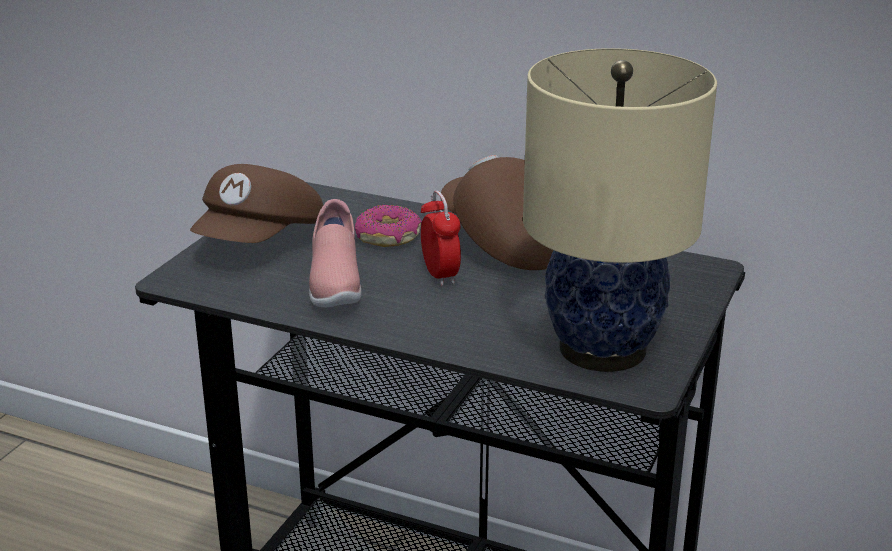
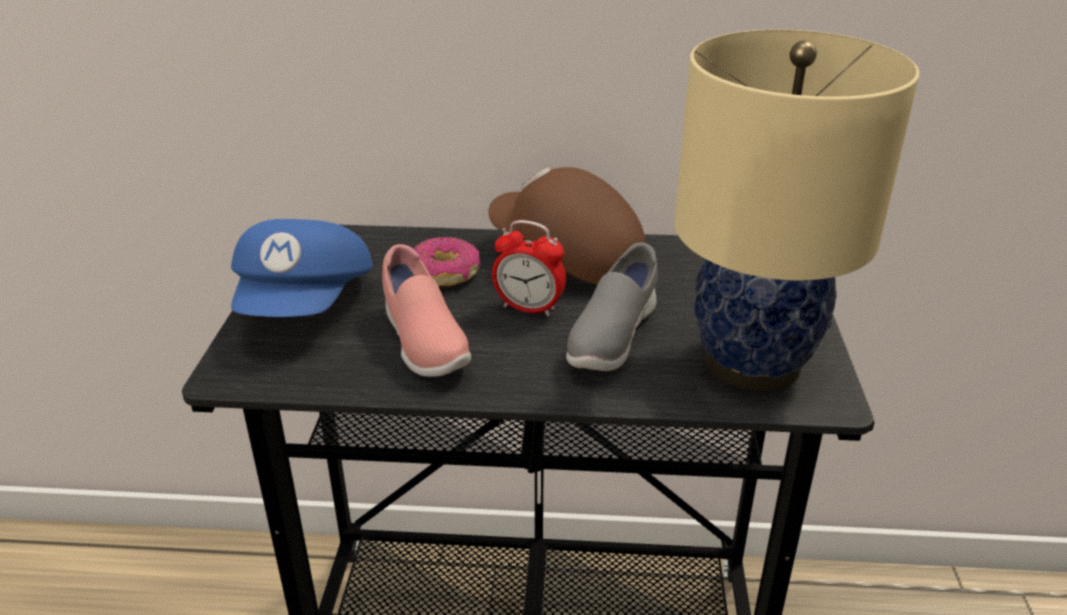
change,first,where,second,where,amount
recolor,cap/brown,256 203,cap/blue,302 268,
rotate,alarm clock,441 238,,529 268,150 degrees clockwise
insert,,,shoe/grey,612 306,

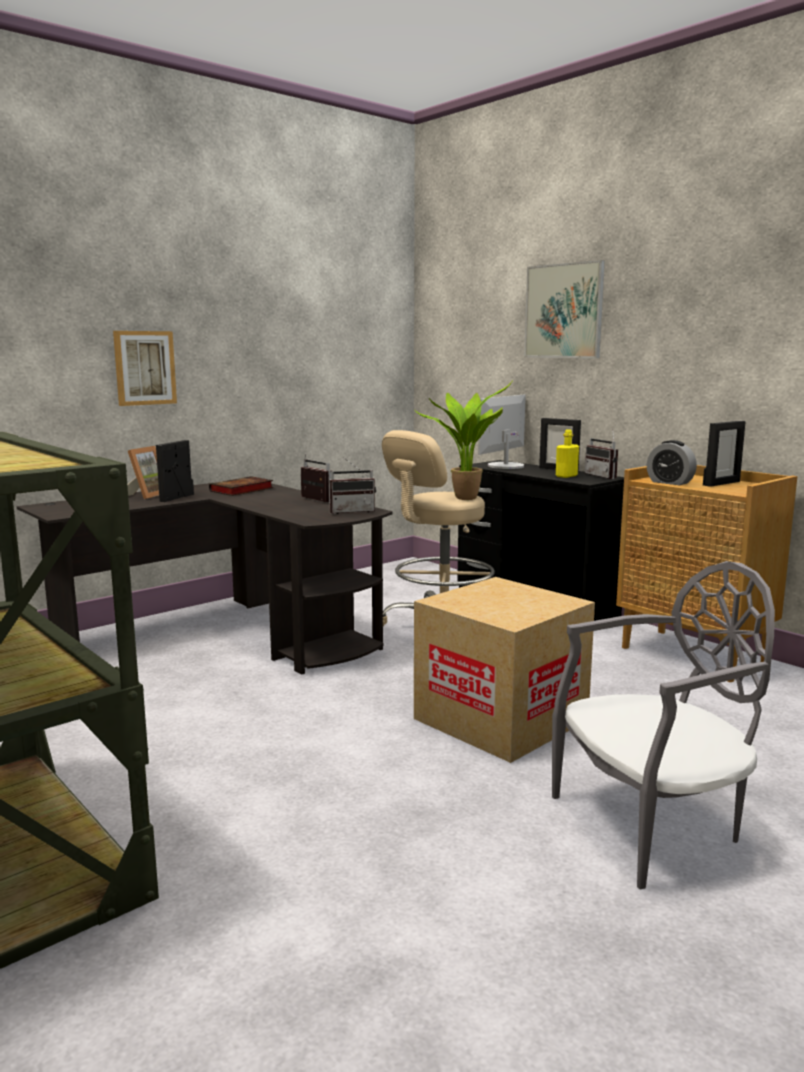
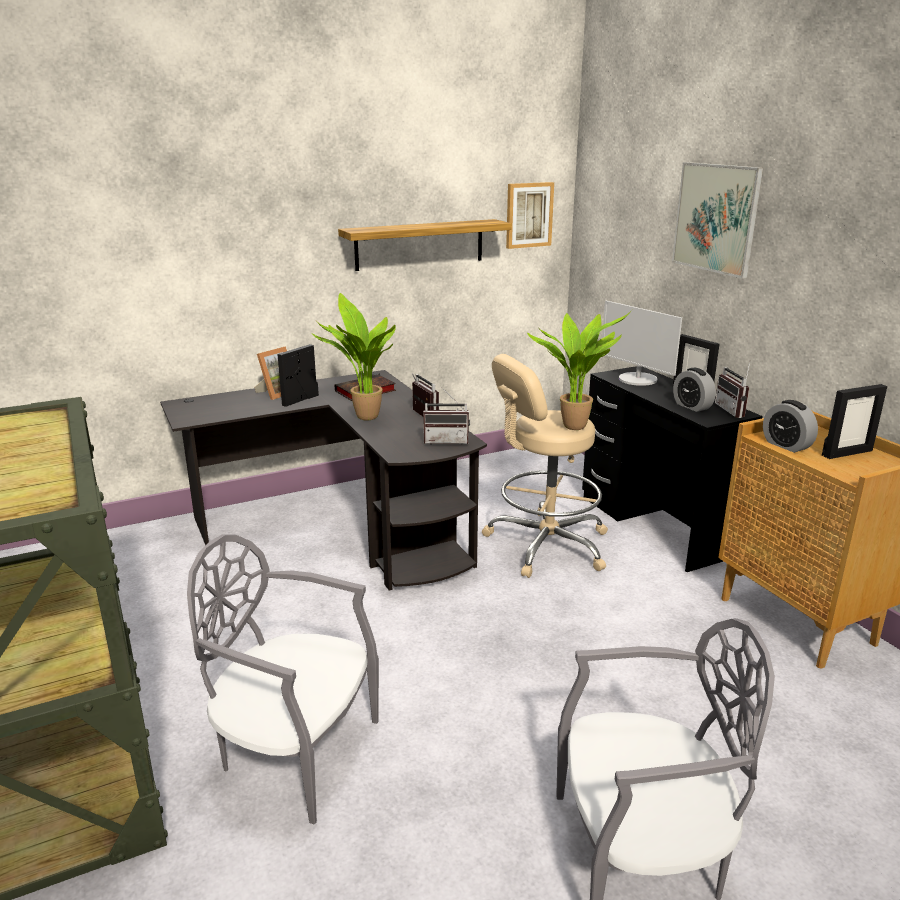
change,first,where,second,where,amount
move,picture,145 368,,530 215,
delete,cardboard box,504 670,,,
rotate,monitor,502 431,,642 343,90 degrees counterclockwise
replace,bottle/yellow,567 453,alarm clock,694 390,
insert,,,chair/grey,283 679,
insert,,,potted plant,354 356,
insert,,,shelf,425 245,

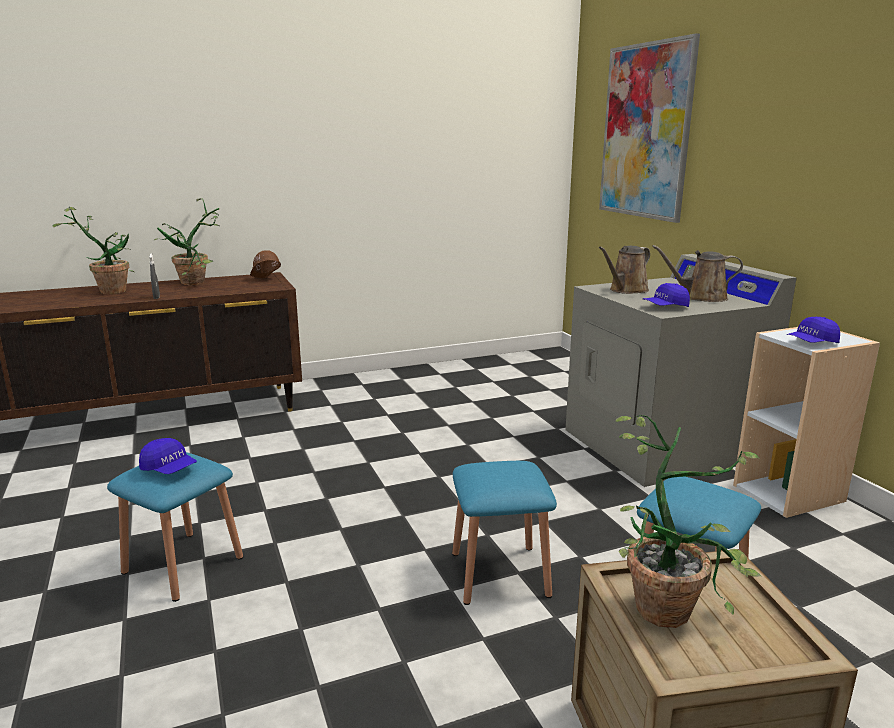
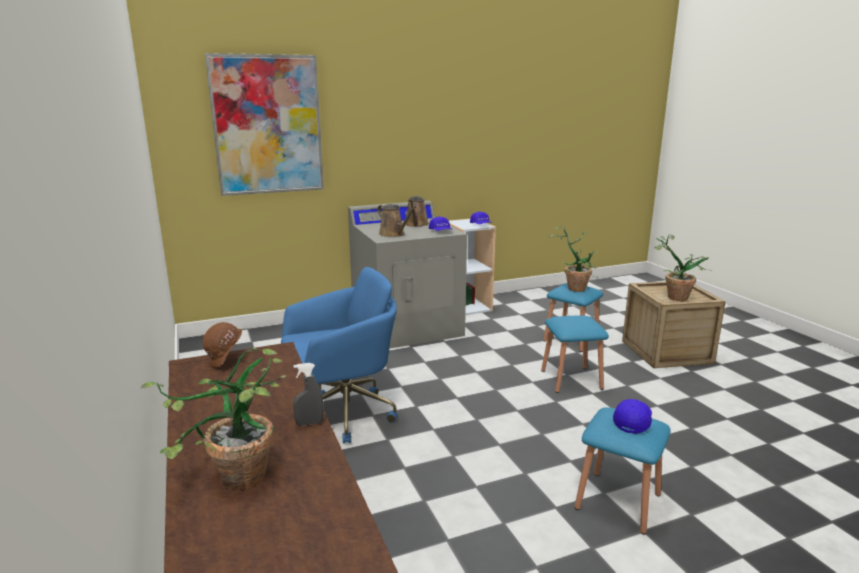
change,first,where,second,where,amount
move,potted plant,187 241,,574 259,
insert,,,office chair/blue,339 355,

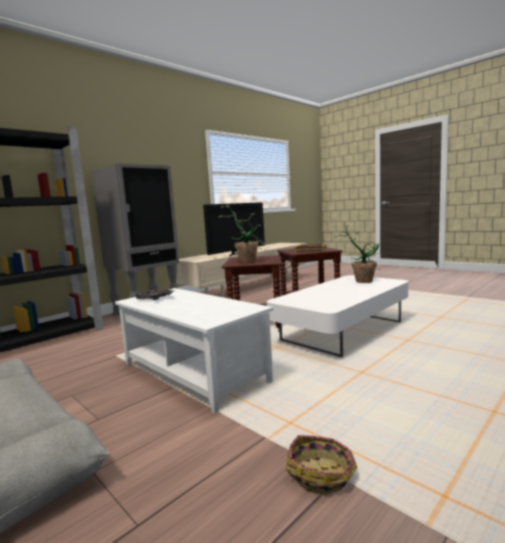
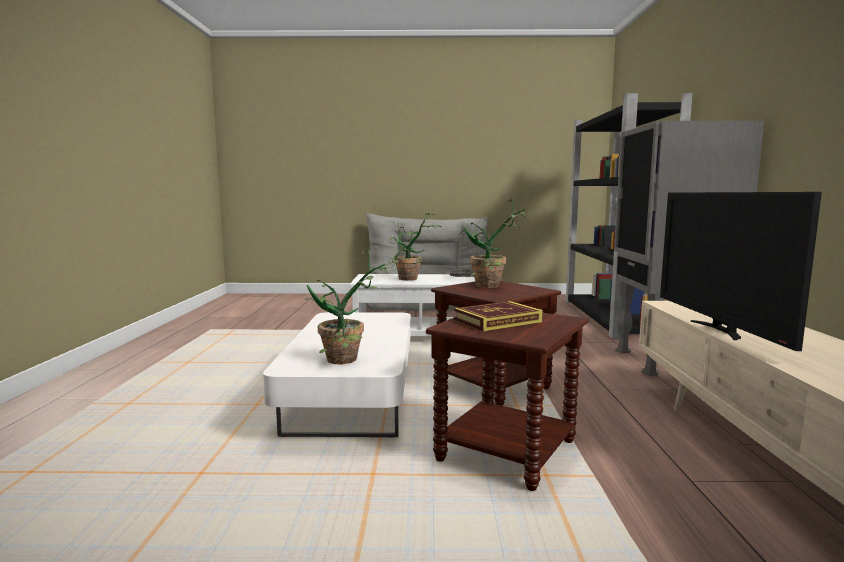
change,first,where,second,where,amount
delete,basket,321 465,,,
insert,,,potted plant,413 247,

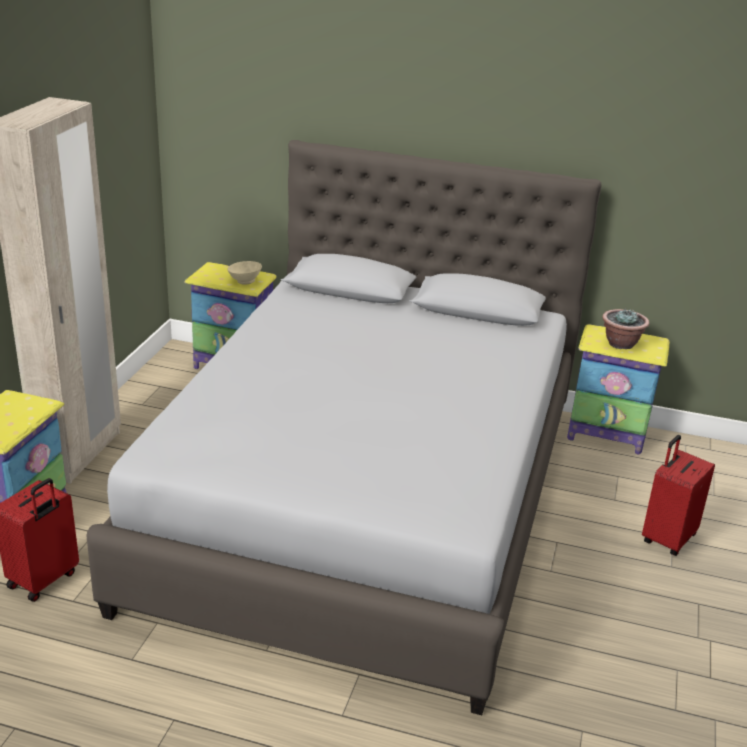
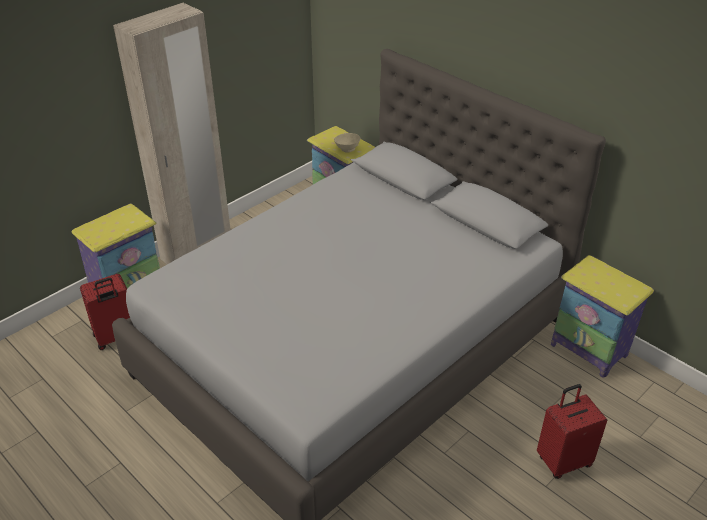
change,first,where,second,where,amount
delete,potted plant,625 328,,,

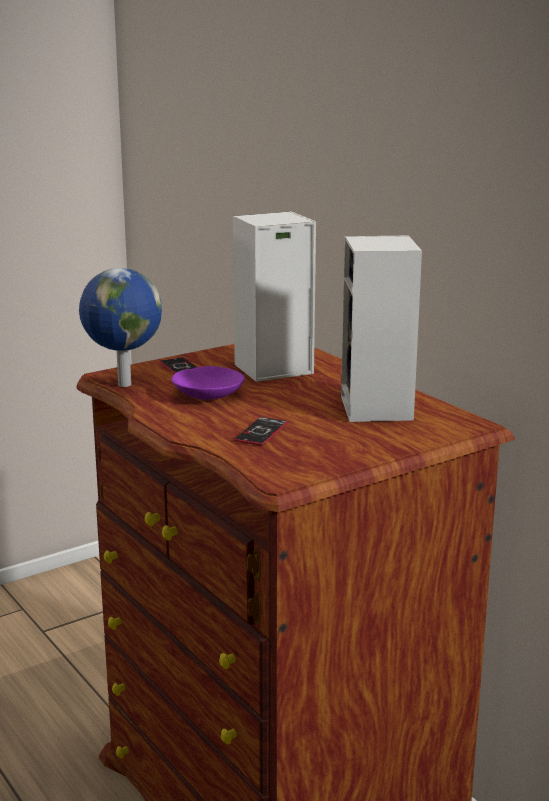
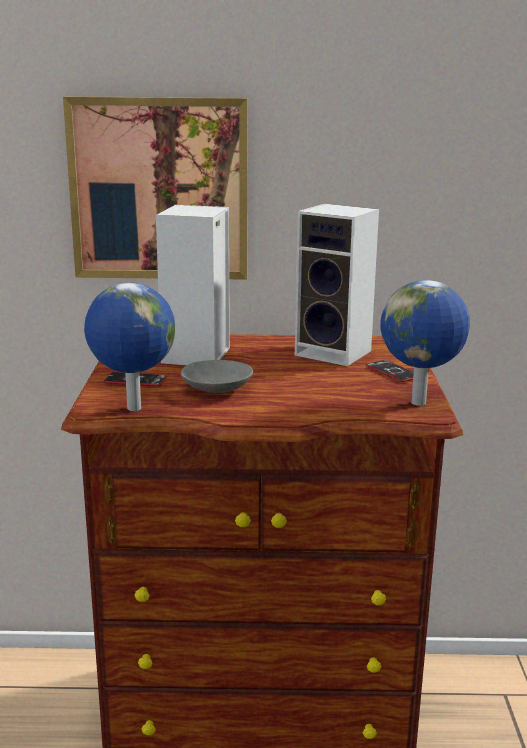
change,first,where,second,where,amount
recolor,bowl/purple,208 383,bowl/grey,217 376,
move,phone,261 431,,390 371,
insert,,,picture,155 188,
insert,,,globe,425 343,

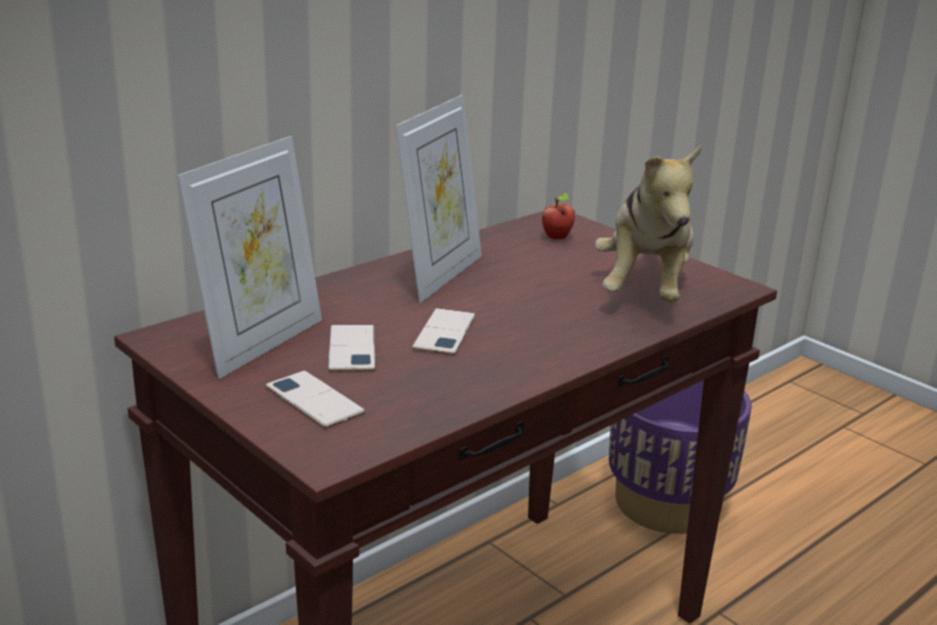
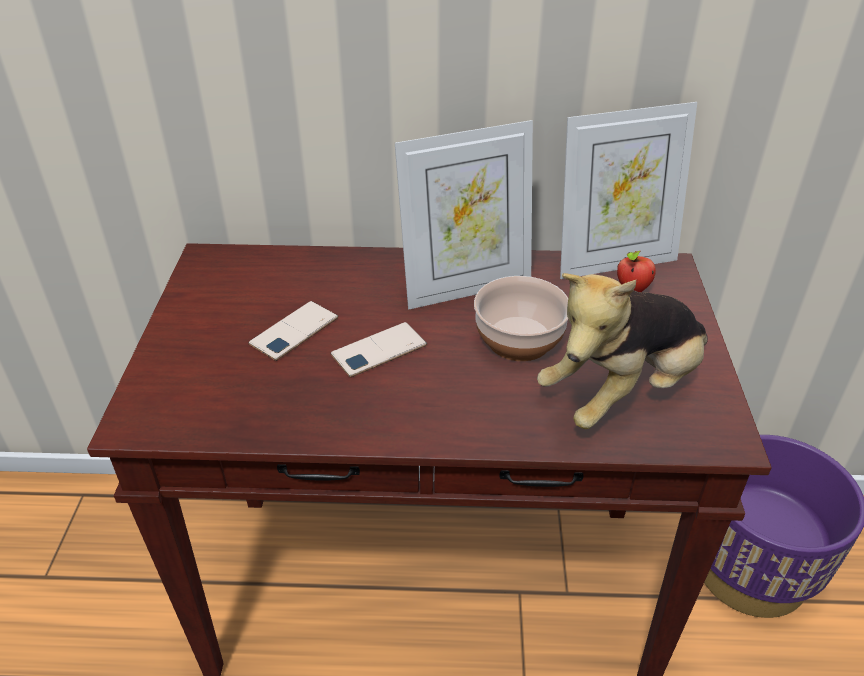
change,first,where,second,where,amount
move,picture frame,249 257,,628 190,
delete,phone,315 400,,,
insert,,,bowl,521 318,

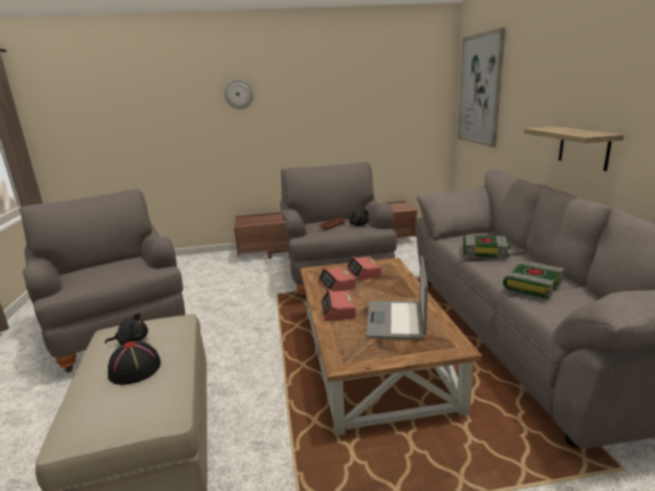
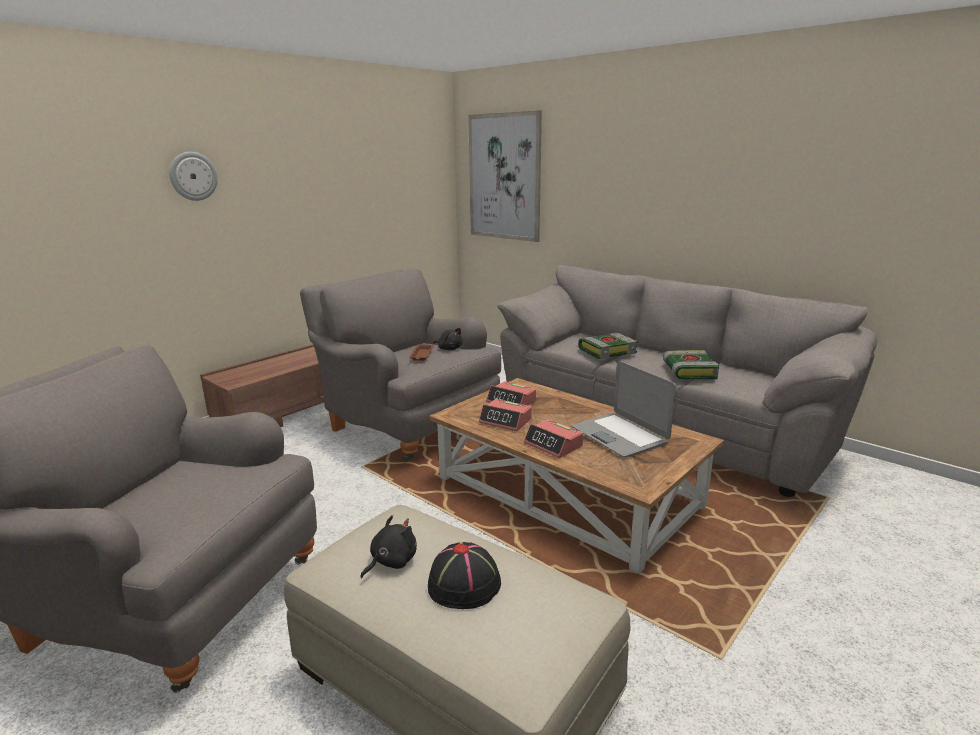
change,first,where,second,where,amount
delete,shelf,574 148,,,

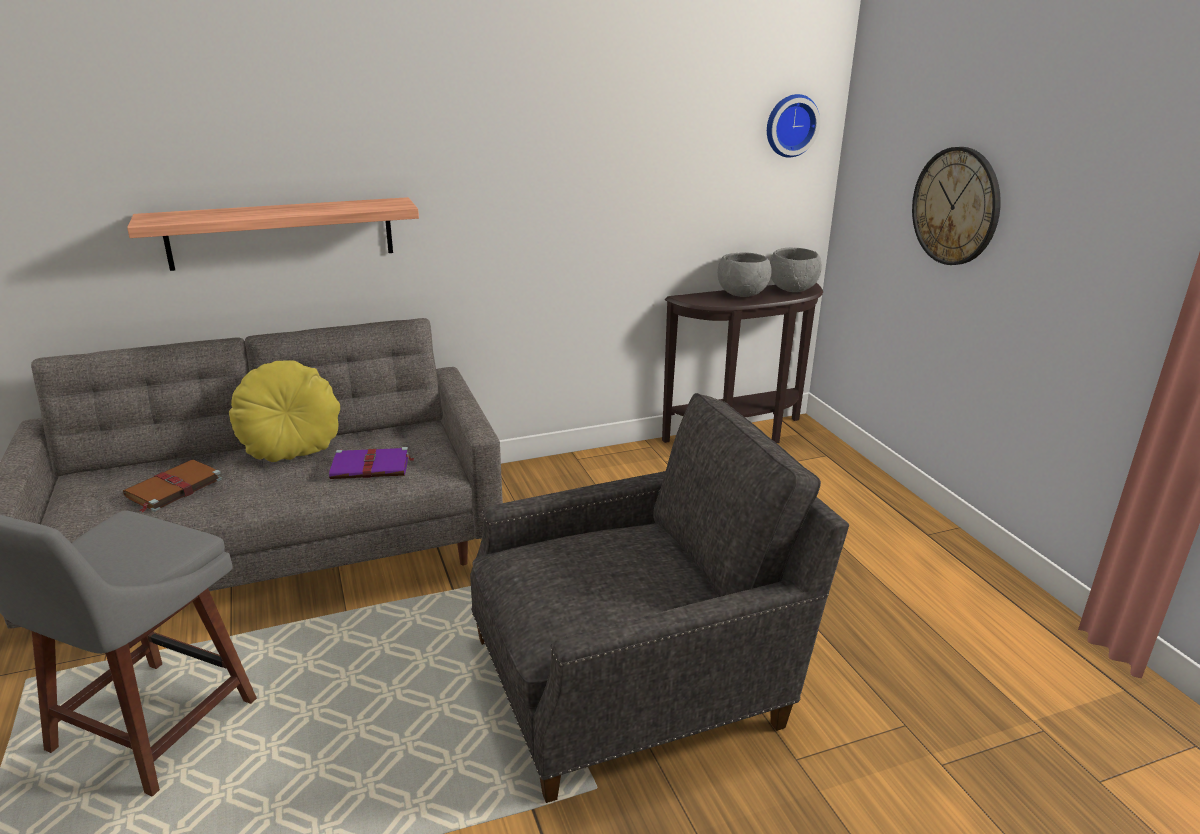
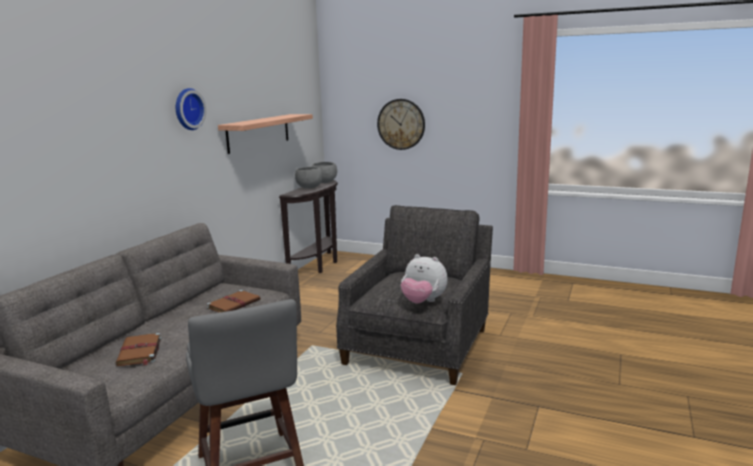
change,first,where,second,where,amount
move,shelf,273 234,,265 134,
delete,pillow/yellow,284 411,,,
recolor,book/purple,371 463,book/brown,233 301,
move,wall clock,793 126,,191 109,
insert,,,plush toy,424 278,

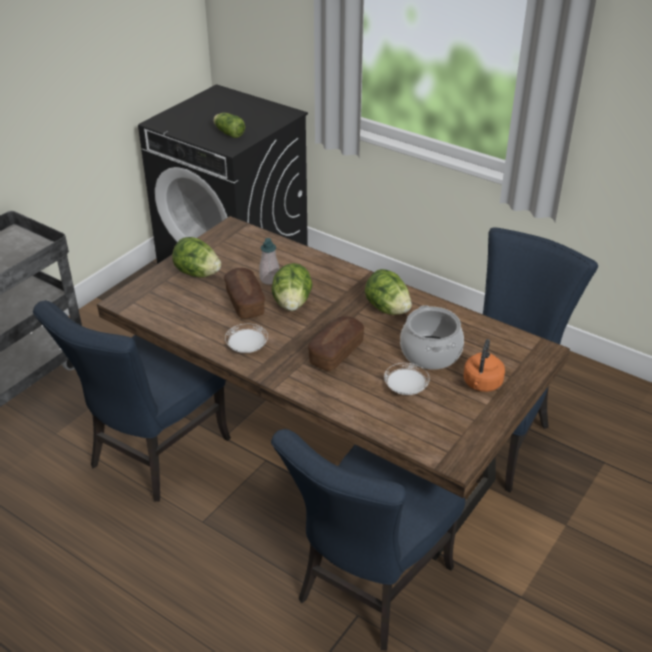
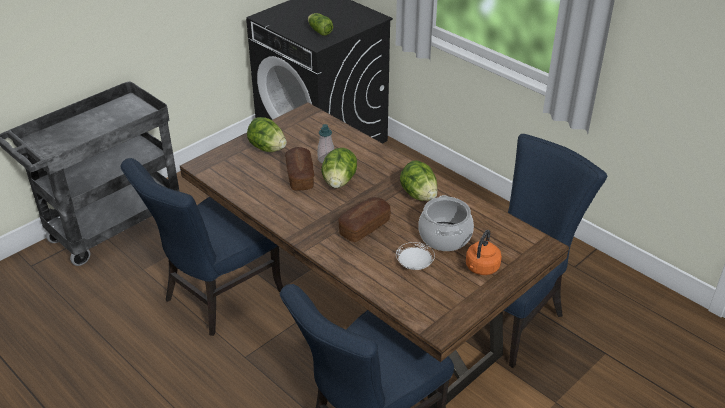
change,first,where,second,where,amount
delete,plate/white,246 338,,,

